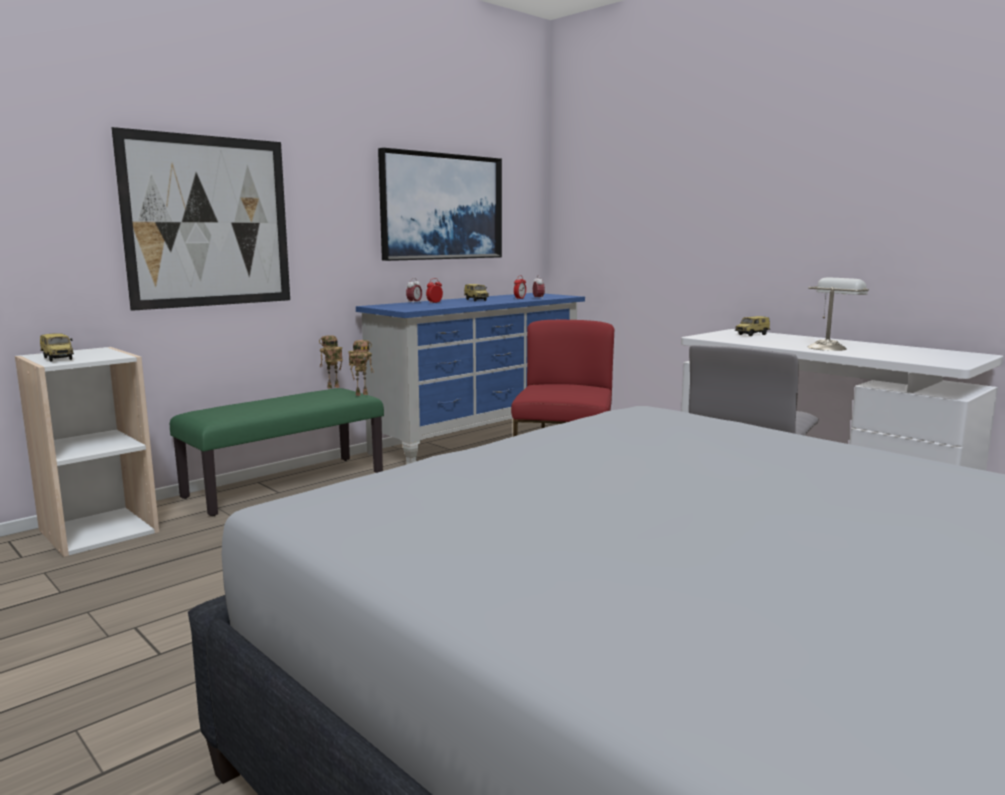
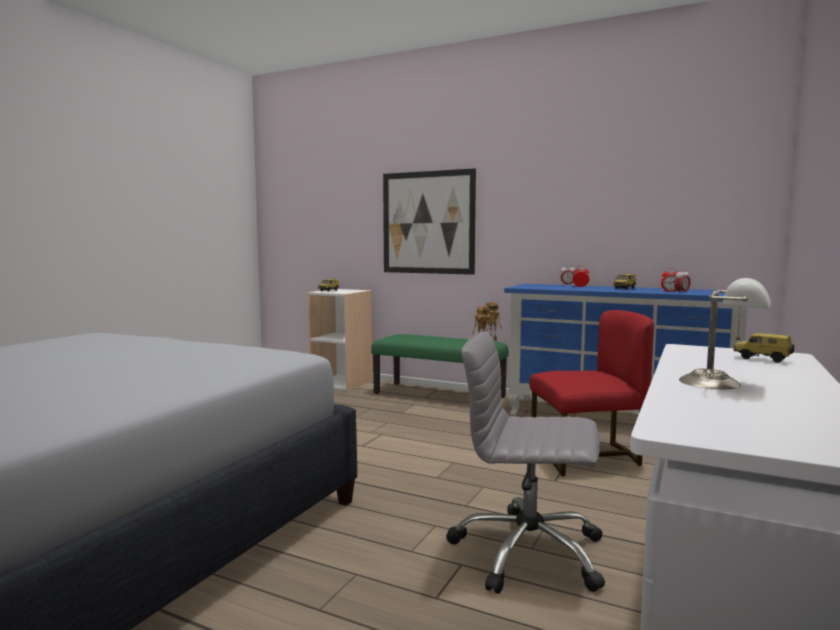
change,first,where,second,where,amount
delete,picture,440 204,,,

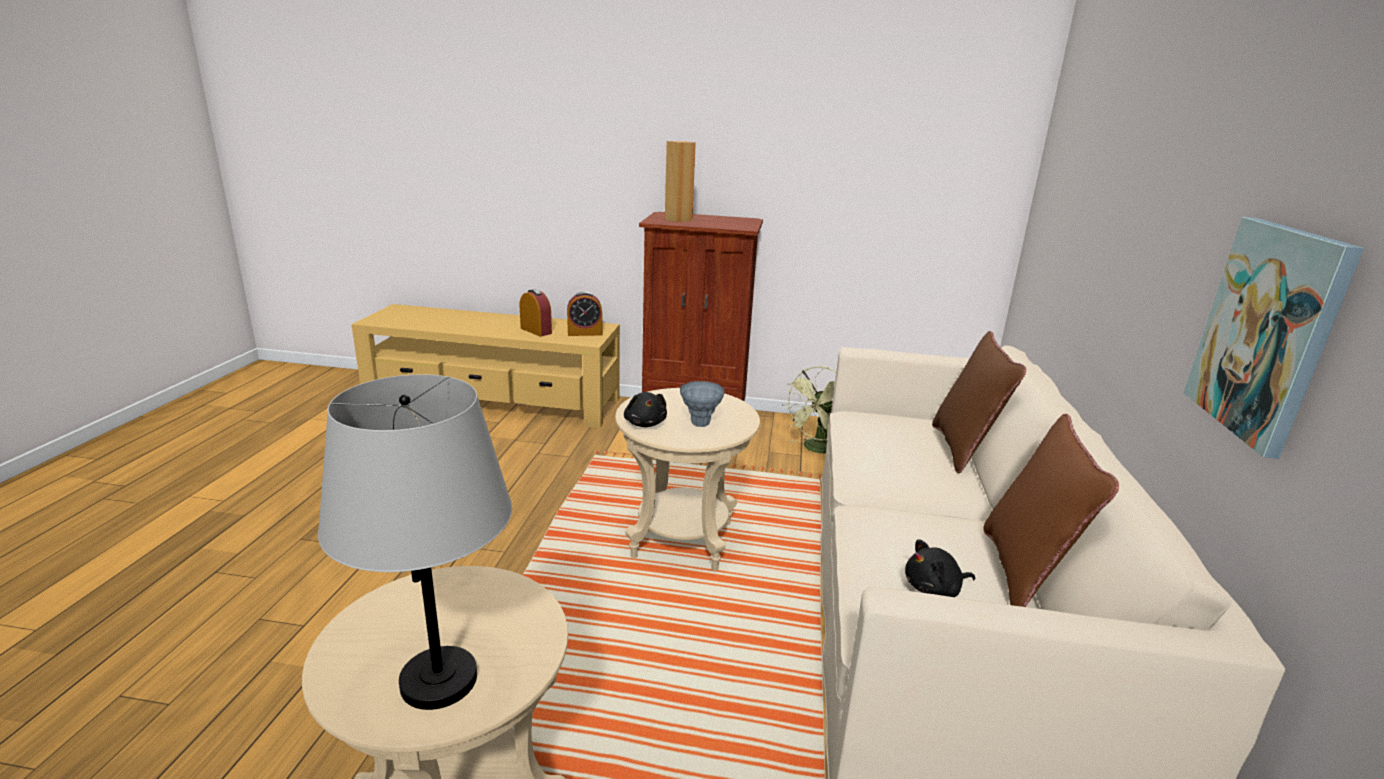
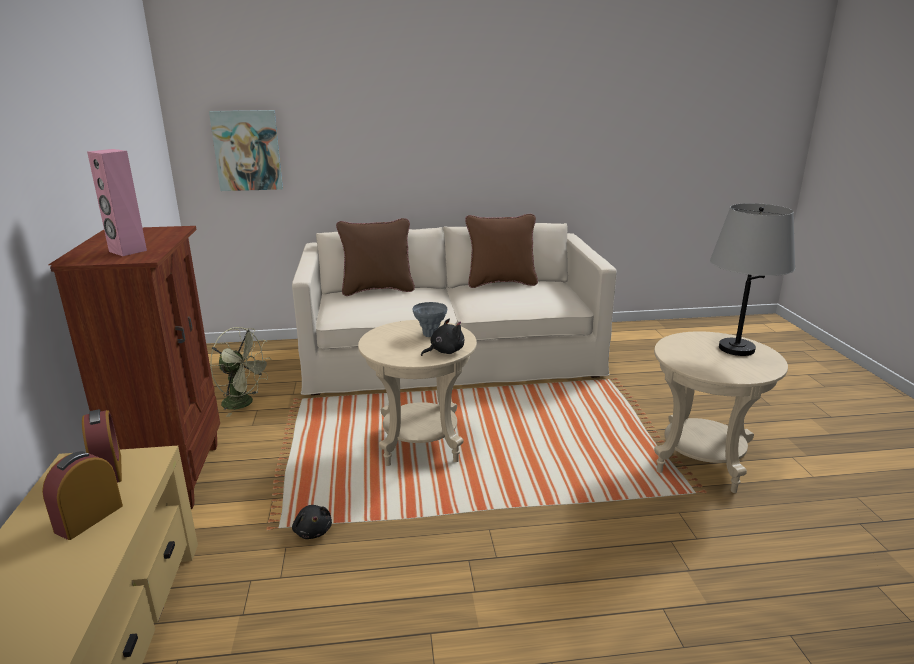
change,first,where,second,where,amount
recolor,speaker/brown,680 181,speaker/pink,117 202,
move,plush toy/black,940 568,,312 522,
move,picture,1274 338,,246 150,

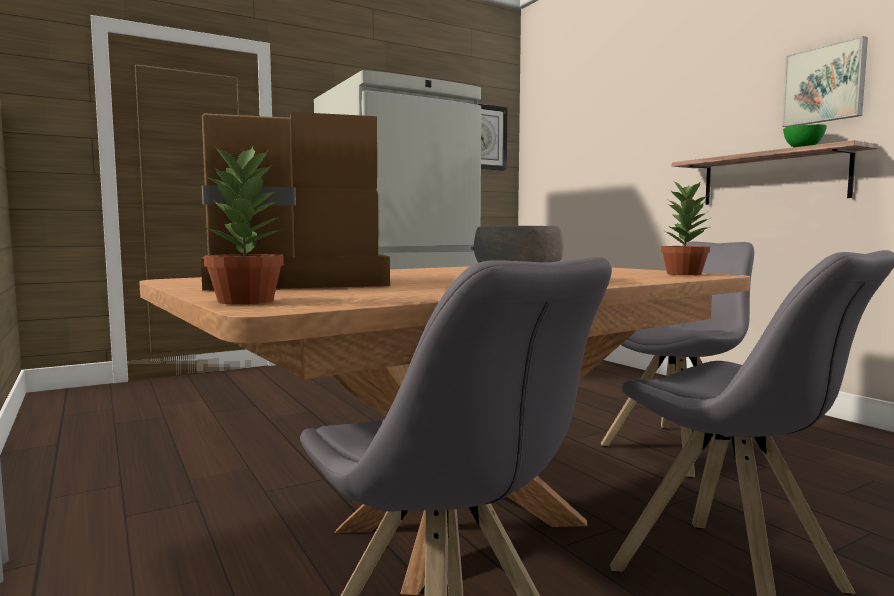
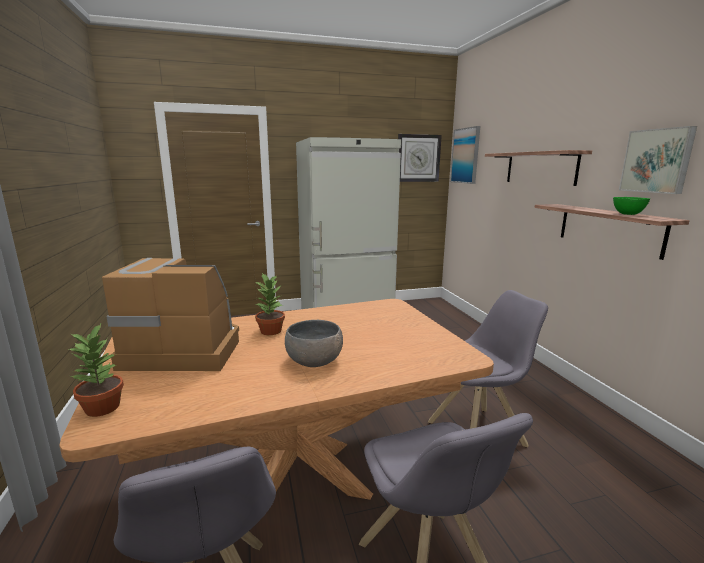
change,first,where,second,where,amount
move,potted plant,685 227,,270 304,
insert,,,picture,465 155,
insert,,,shelf,538 168,

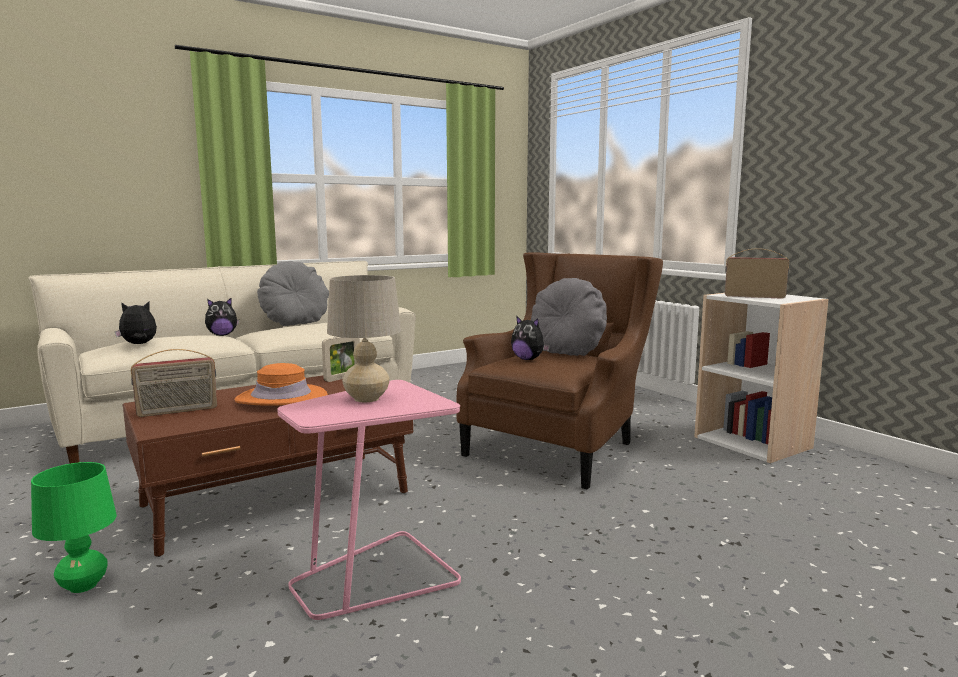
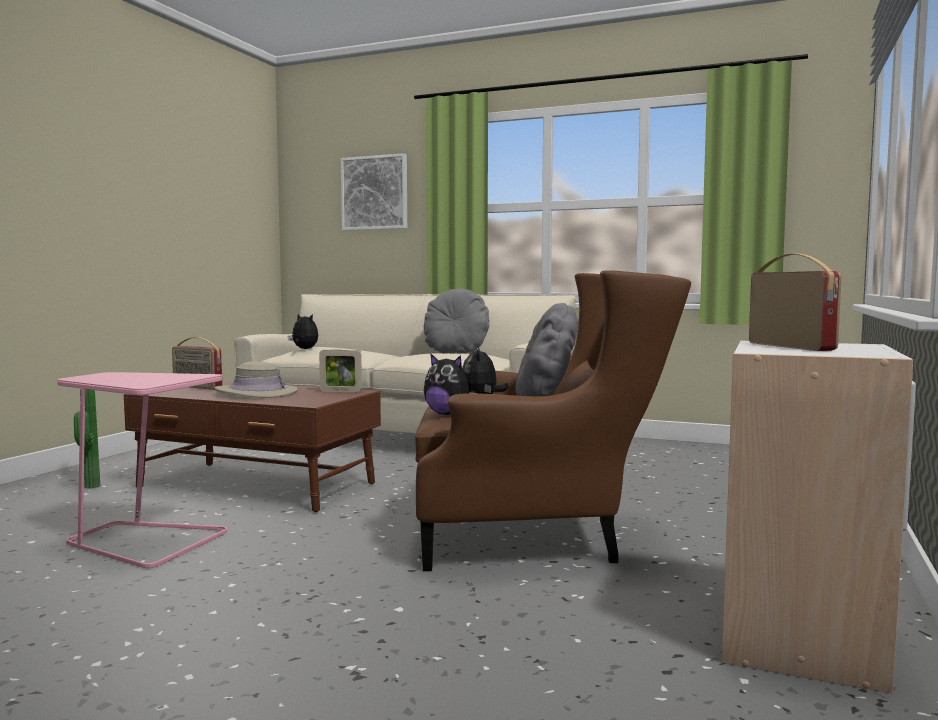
change,first,where,second,where,amount
replace,table lamp/green,74 527,potted plant,87 438,
move,plush toy,222 317,,448 384,
recolor,hat/orange,281 384,hat/beige,256 379,
delete,table lamp/beige,364 338,,,
insert,,,picture,374 192,

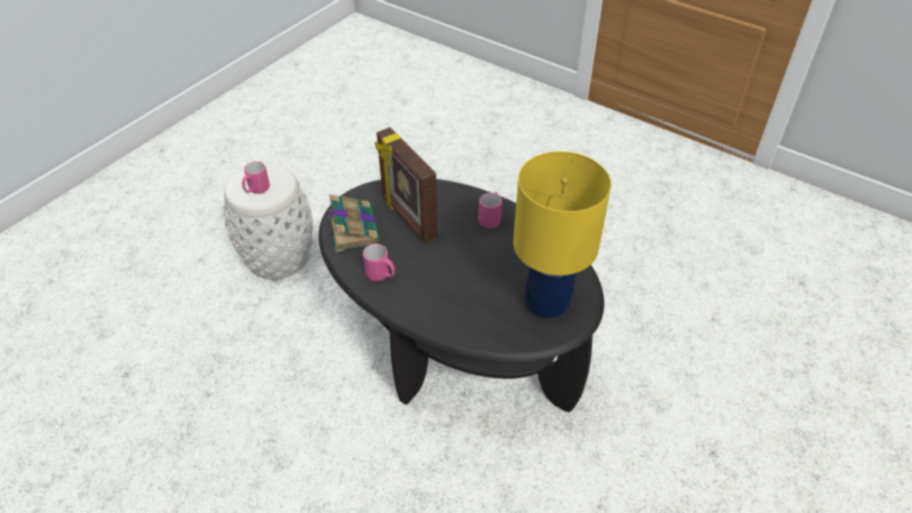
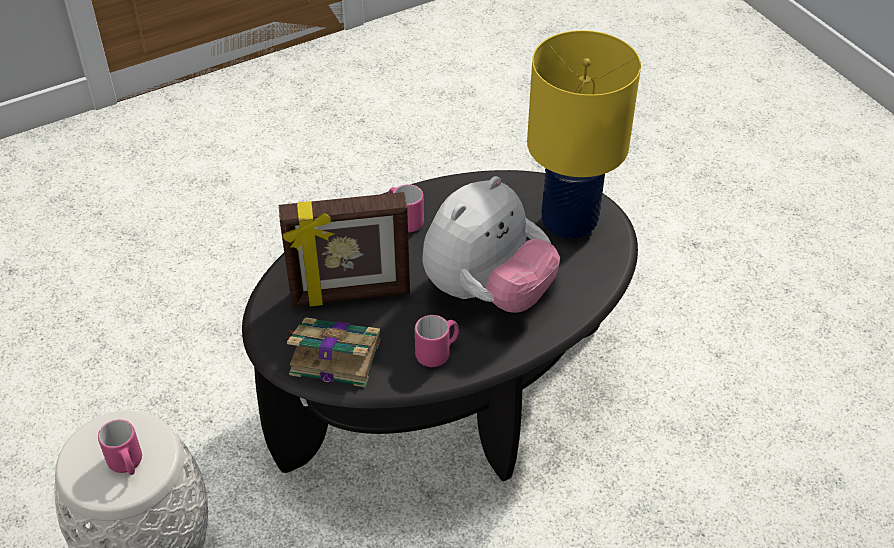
change,first,where,second,where,amount
insert,,,plush toy,491 244,

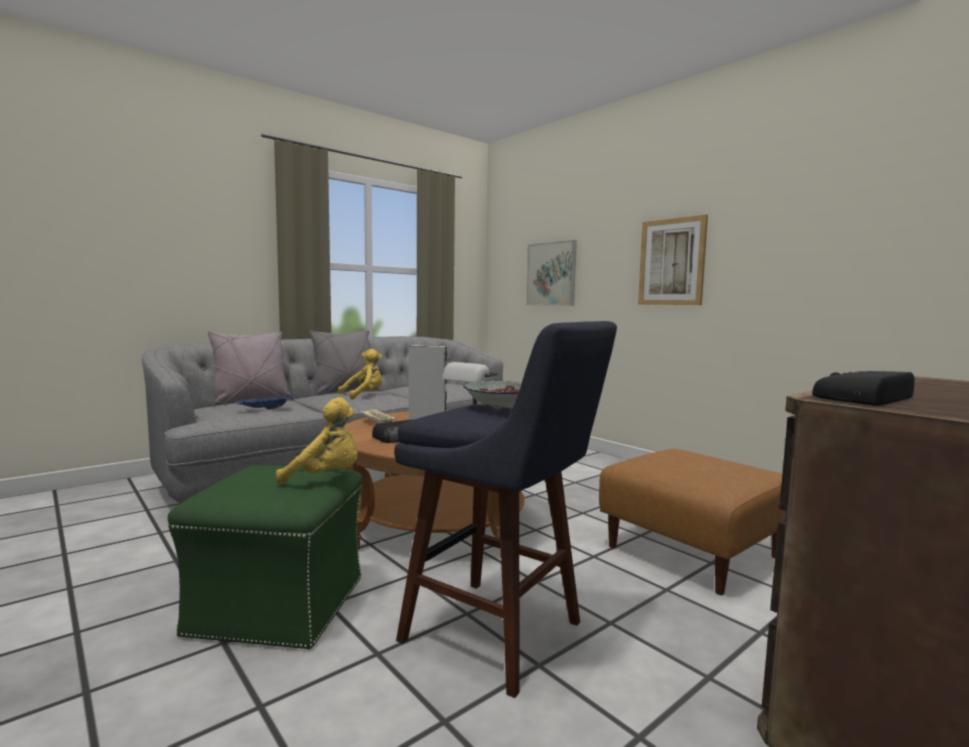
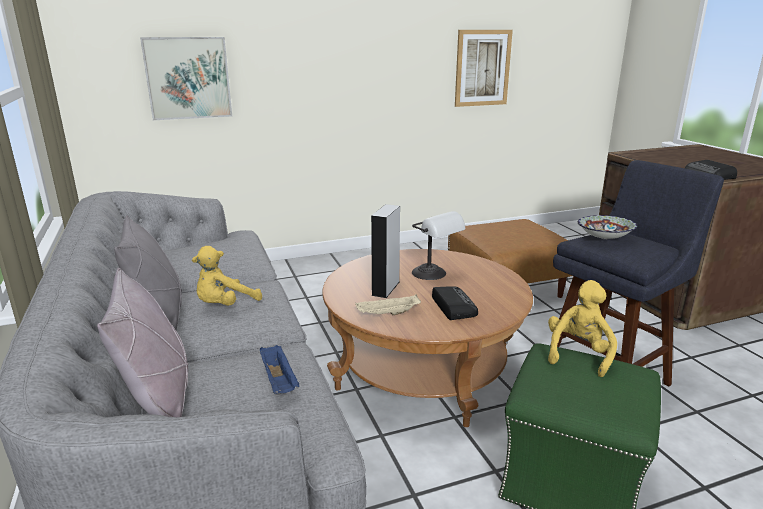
change,first,where,second,where,amount
rotate,plush toy/yellow,360 374,,227 276,120 degrees counterclockwise
move,picture,673 260,,484 68,

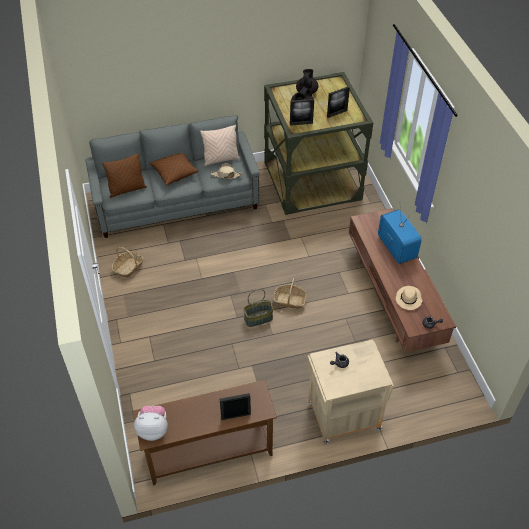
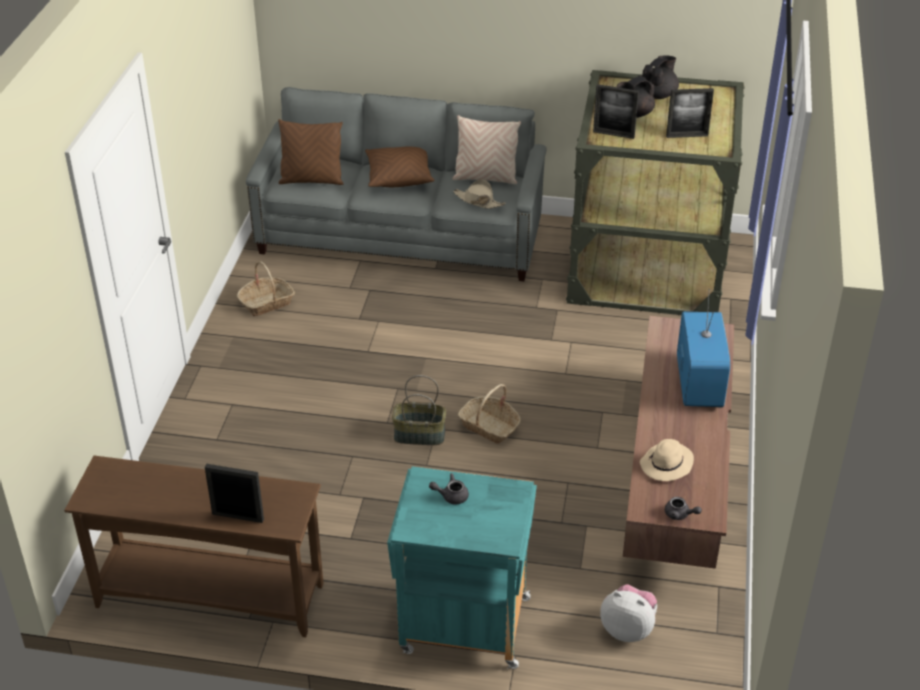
change,first,where,second,where,amount
move,plush toy,151 423,,628 613,
recolor,cart/beige,351 391,cart/turquoise,462 567,

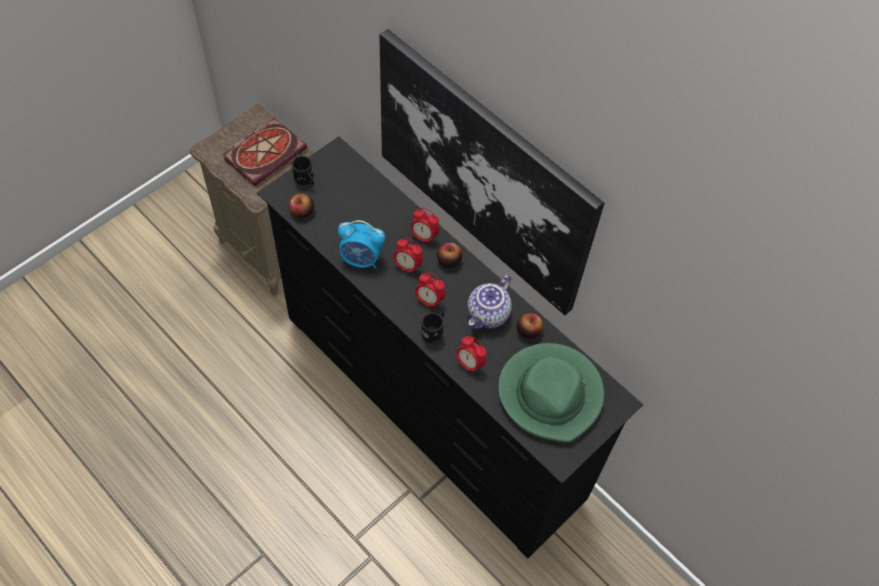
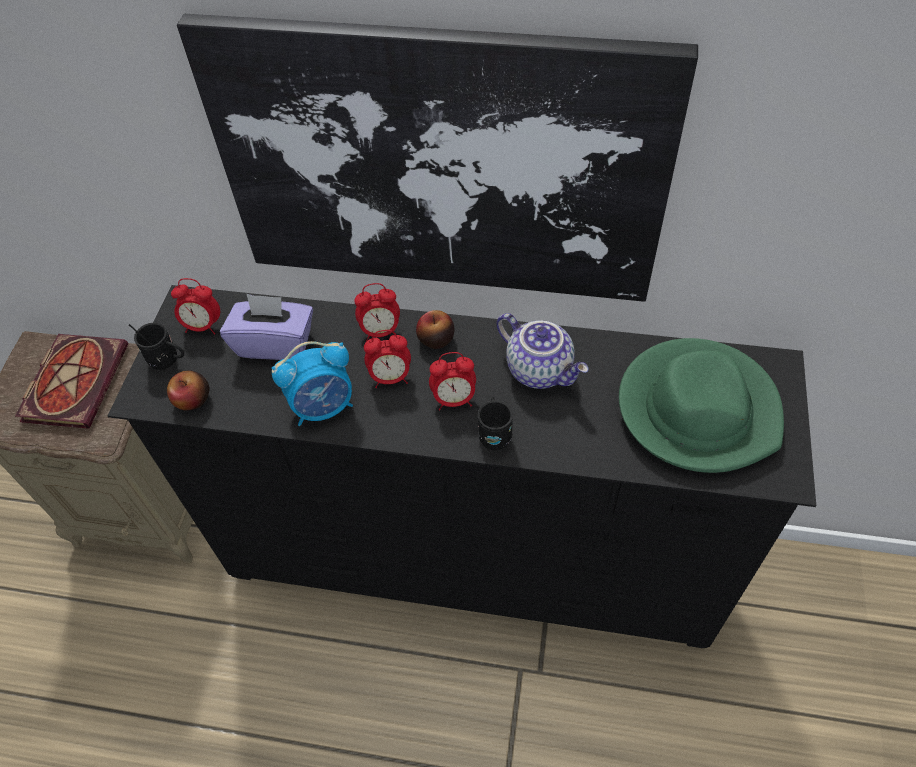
change,first,where,second,where,amount
move,alarm clock,471 355,,195 306,
rotate,teapot,489 302,,542 351,45 degrees counterclockwise
delete,apple,530 326,,,
insert,,,tissue box/purple,266 327,

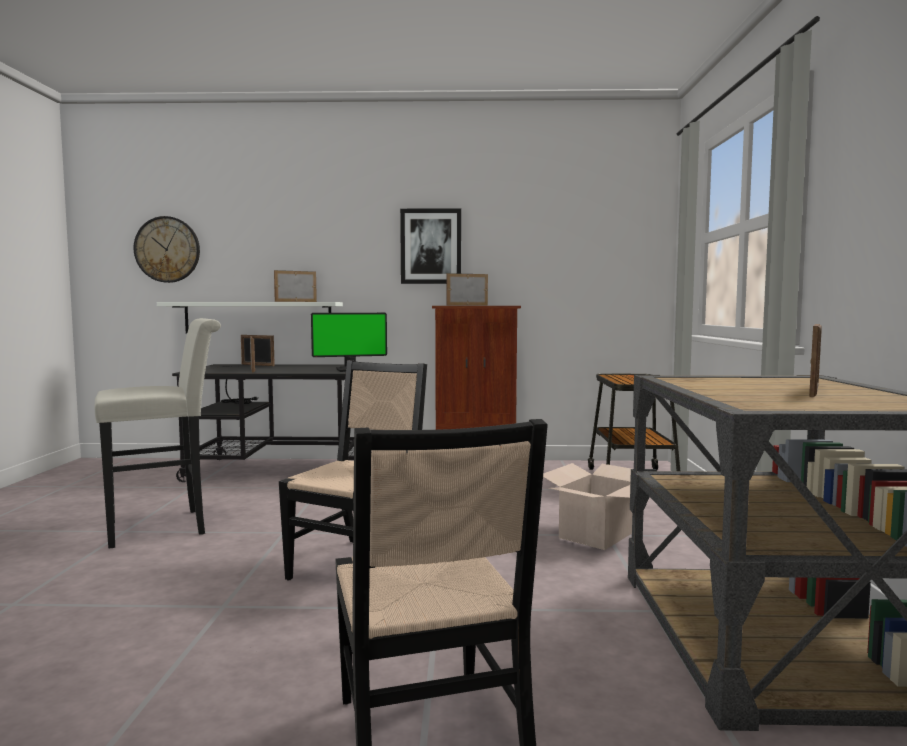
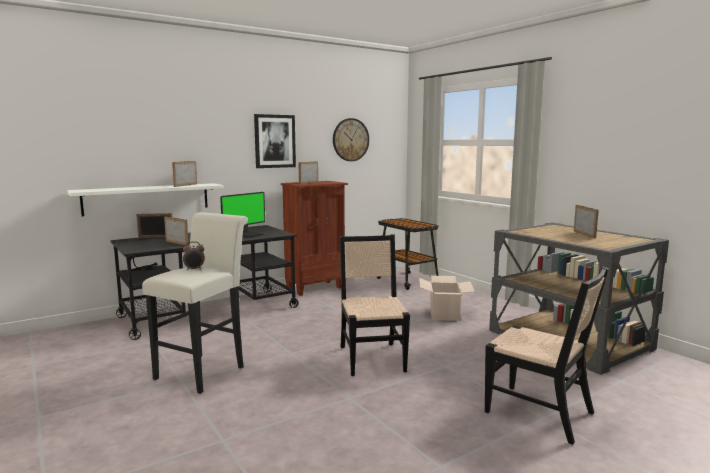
change,first,where,second,where,amount
move,wall clock,167 249,,351 139,
insert,,,alarm clock,194 255,

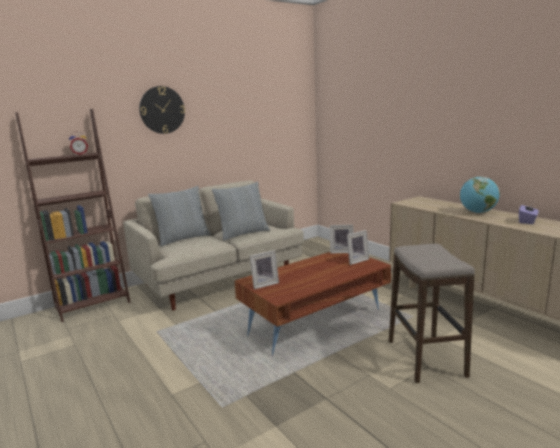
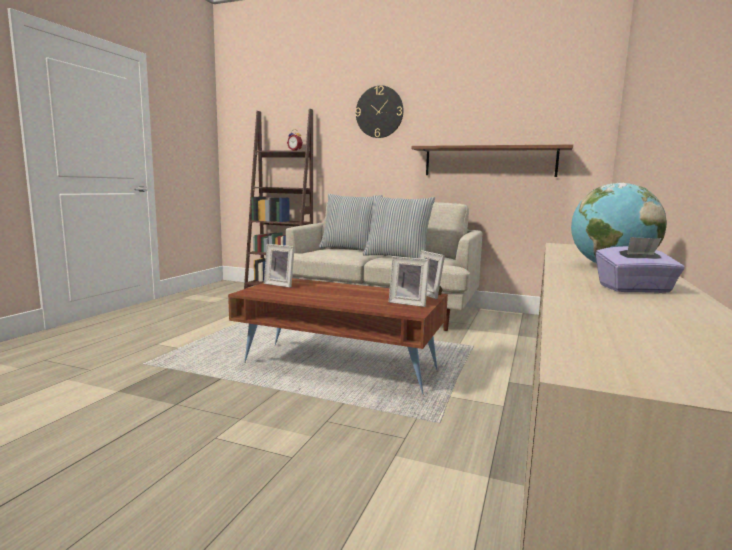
change,first,where,second,where,amount
delete,stool,432 313,,,
insert,,,shelf/brown,492 160,

